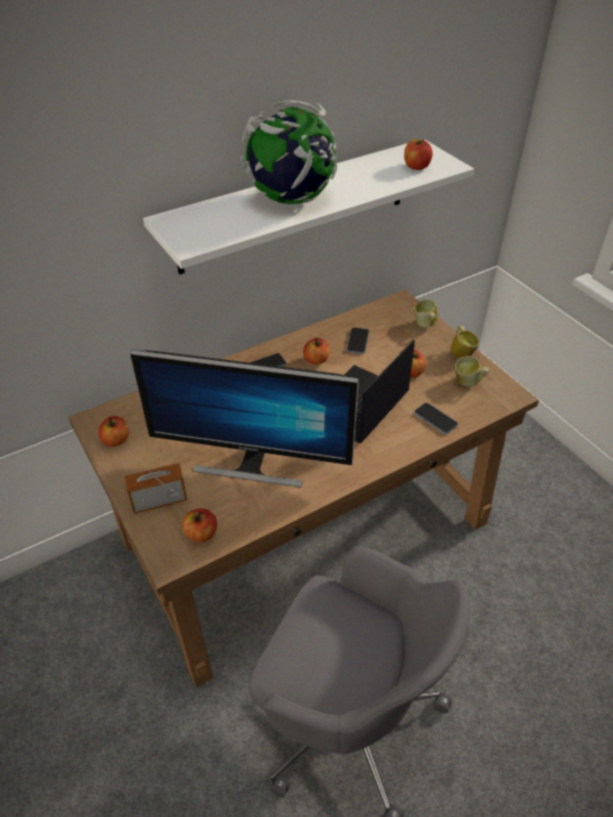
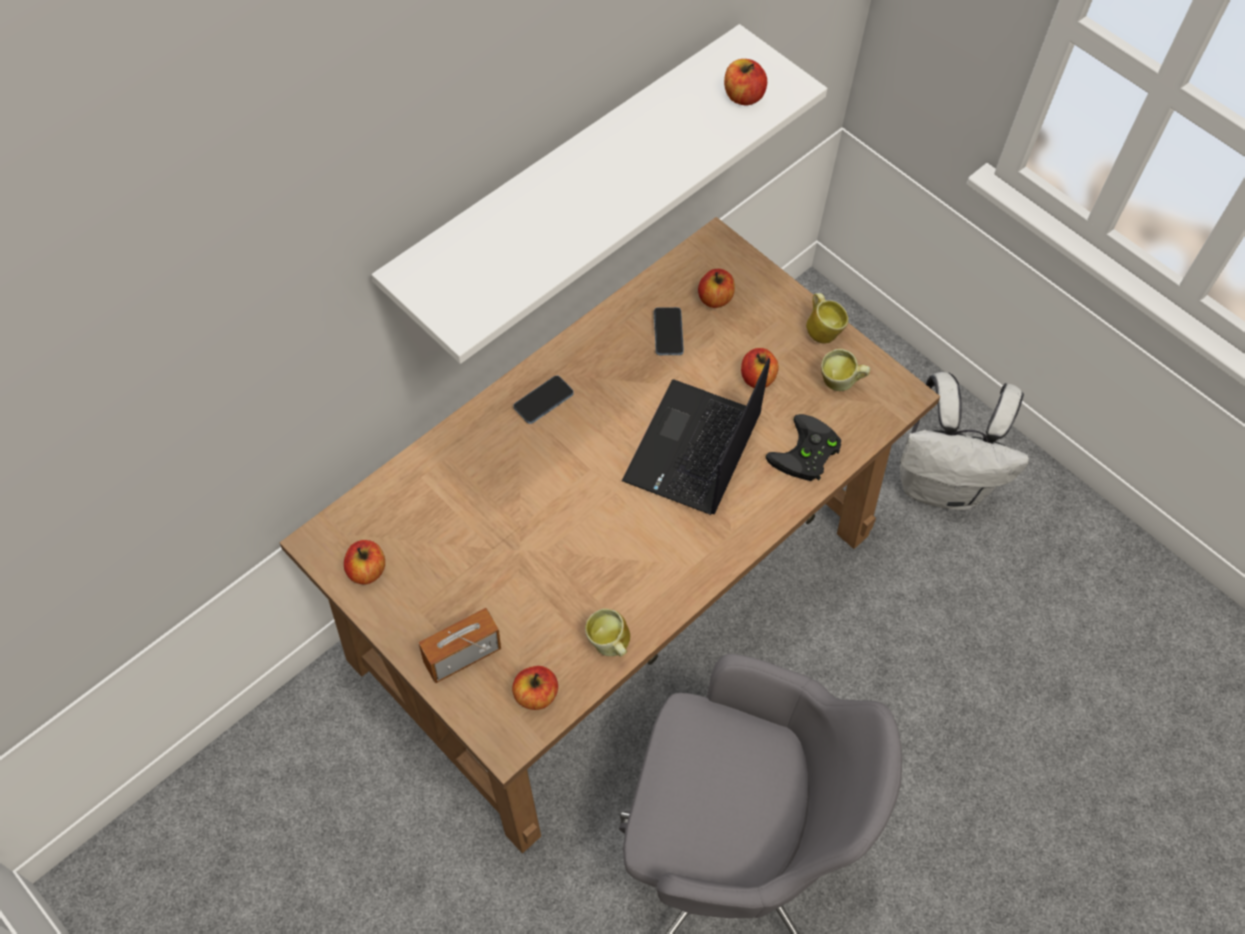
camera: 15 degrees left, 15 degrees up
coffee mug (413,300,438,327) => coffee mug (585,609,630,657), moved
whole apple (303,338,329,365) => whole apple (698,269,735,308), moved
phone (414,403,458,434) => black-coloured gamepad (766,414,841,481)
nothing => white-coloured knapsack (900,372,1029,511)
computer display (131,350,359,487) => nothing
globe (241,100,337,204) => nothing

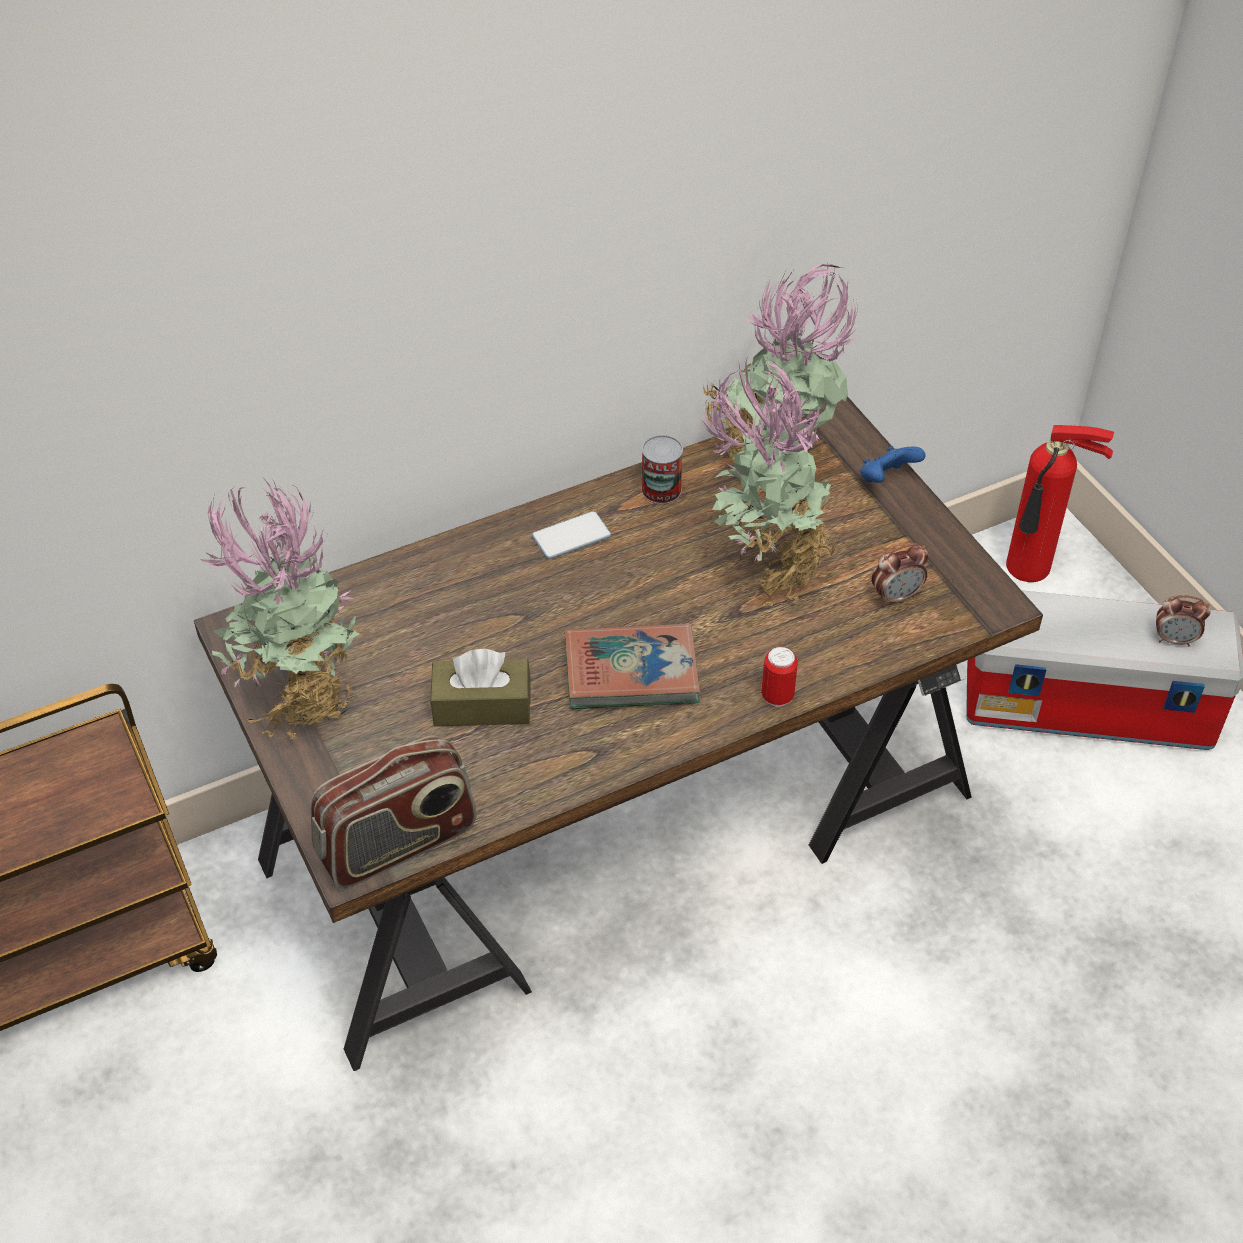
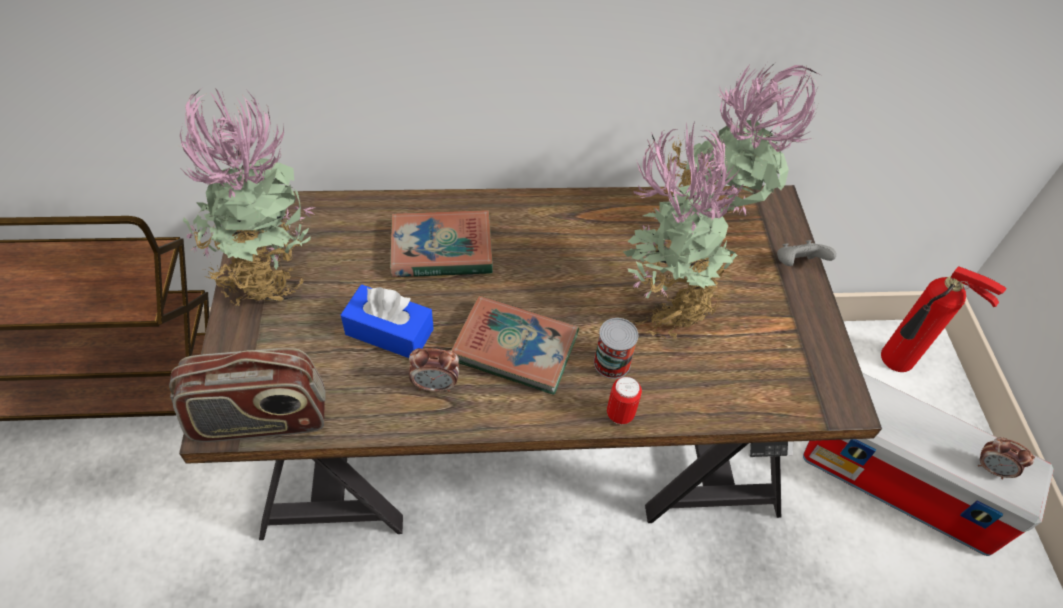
camera: 20 degrees right, 5 degrees up
brownish box of tissues (431,648,531,727) => bluish box of tissues (341,285,434,358)
nothing => bound book (390,210,493,277)
alarm clock (871,543,928,606) => alarm clock (409,348,459,392), moved
metal can (641,435,683,504) => metal can (594,318,638,379), moved
bluish gamepad (860,446,925,483) => greyish gamepad (777,240,836,266)
phone (532,511,611,559) => nothing

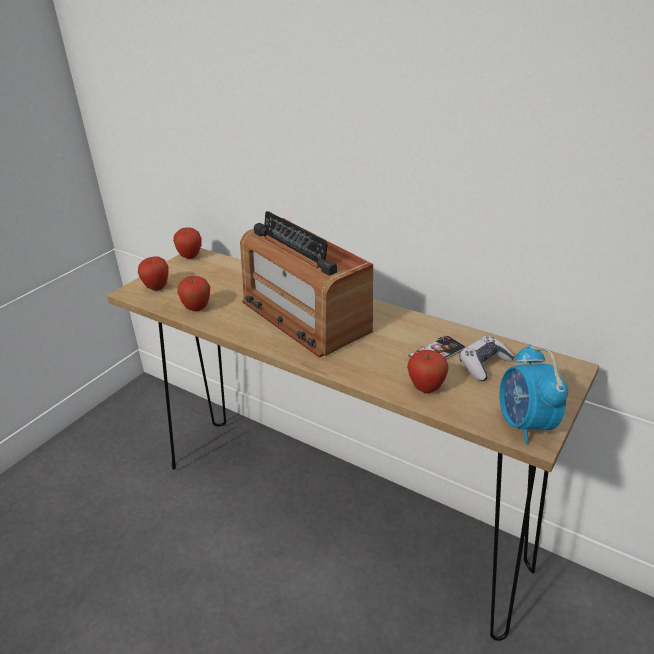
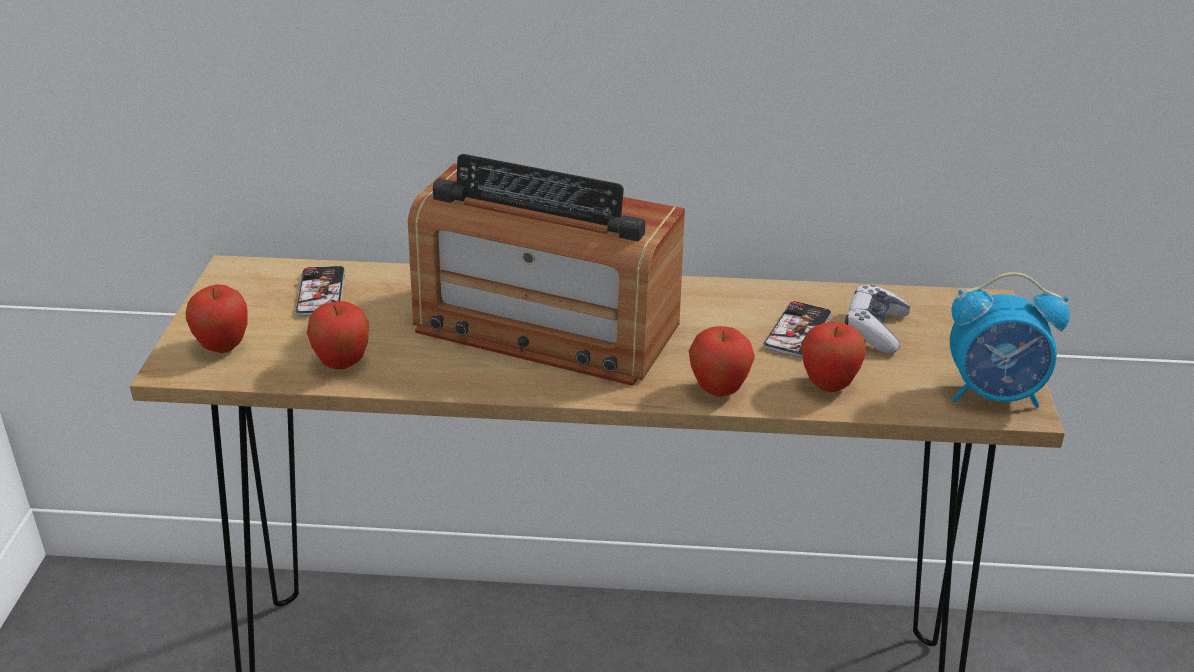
camera: 30 degrees left, 0 degrees up
nothing => phone (295,266,345,317)
whole apple (173,227,202,259) => whole apple (689,326,755,397), moved
alarm clock (499,344,568,444) => alarm clock (950,272,1070,408), 45 degrees counterclockwise

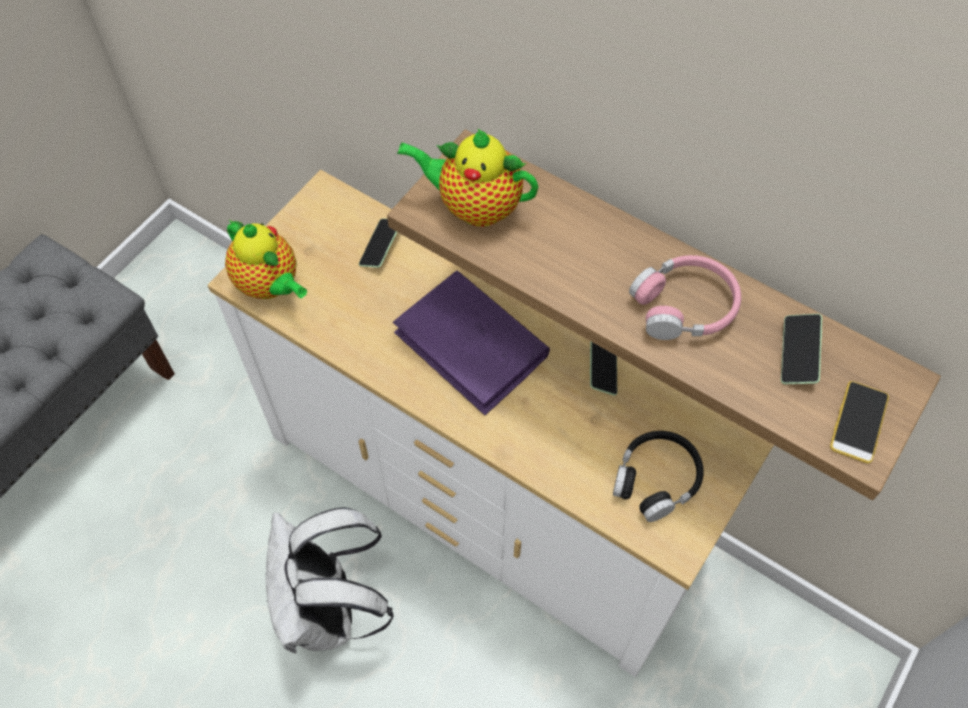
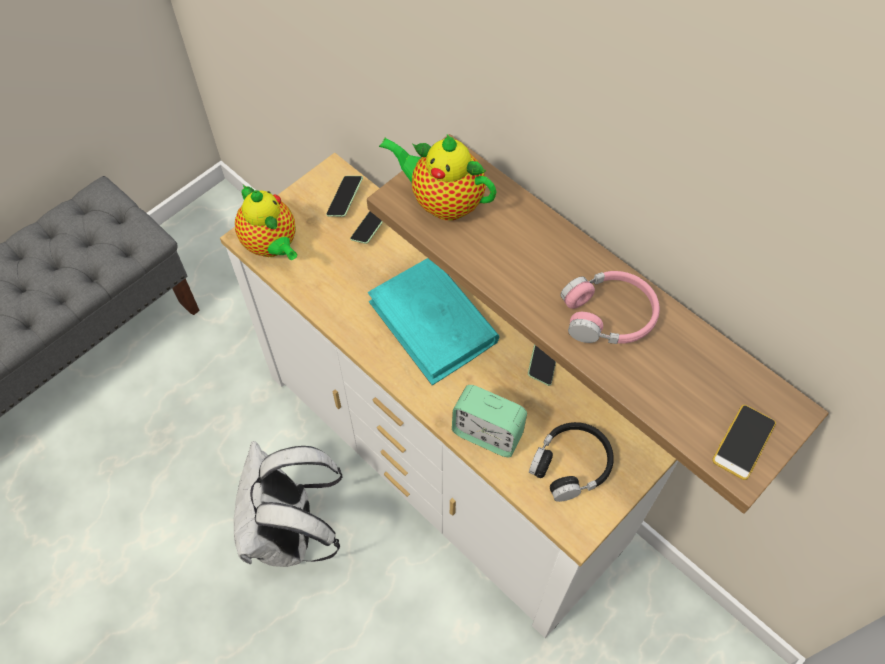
camera: 10 degrees right, 0 degrees up
phone (781,314,822,384) => phone (326,176,363,217), moved
purple-coloured bound book (393,271,550,416) => turquoise bound book (368,258,499,385)
nothing => alarm clock (452,385,527,457)

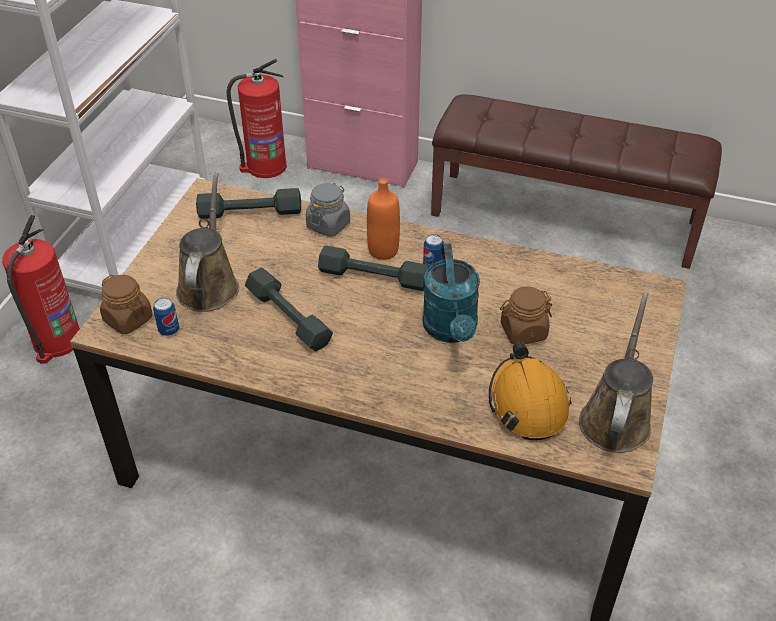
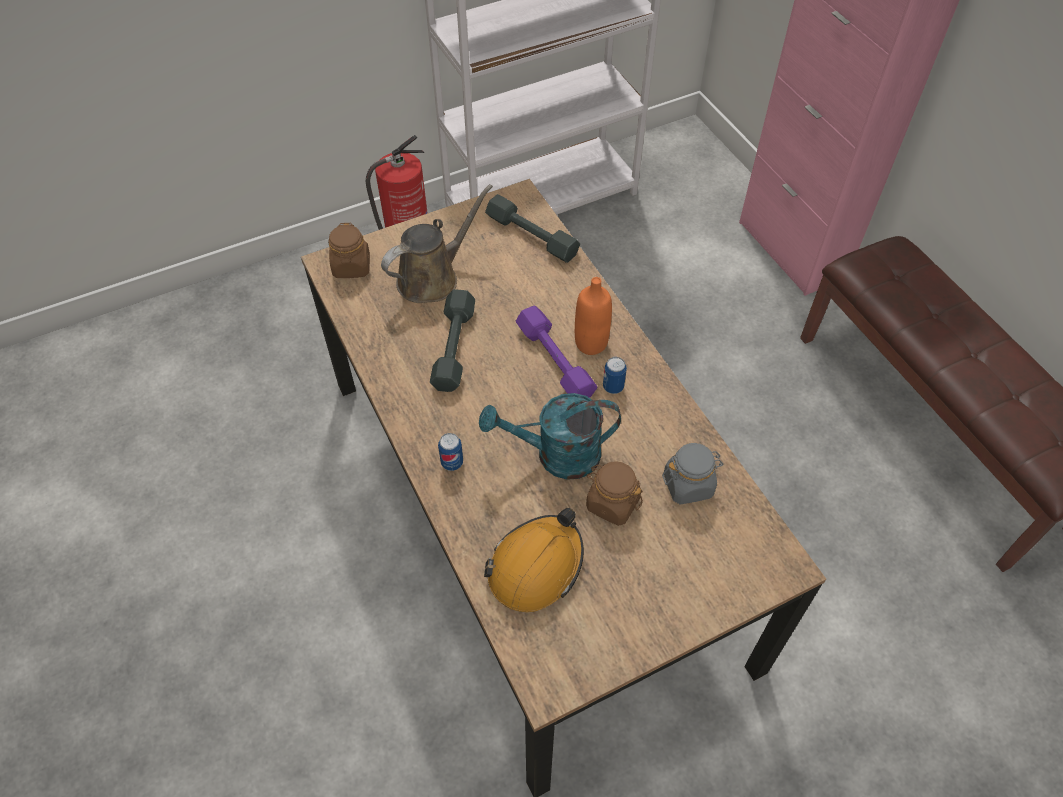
camera: 45 degrees right, 10 degrees up
metal can (153,297,179,336) => metal can (438,433,463,471), moved
turquoise watering can (422,243,480,343) => turquoise watering can (479,393,621,480), 45 degrees clockwise
greyish free weight (318,245,429,291) => purple-coloured free weight (516,305,597,398)
greyish preserve jar (306,183,350,237) => greyish preserve jar (662,443,724,505), moved
fire extinguisher (227,59,287,178) => nothing
brownish watering can (579,292,653,453) => nothing

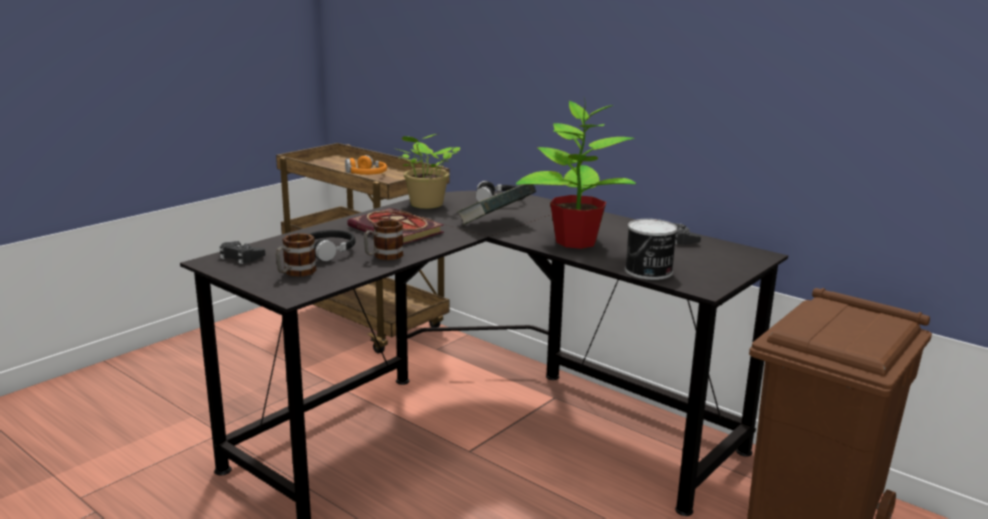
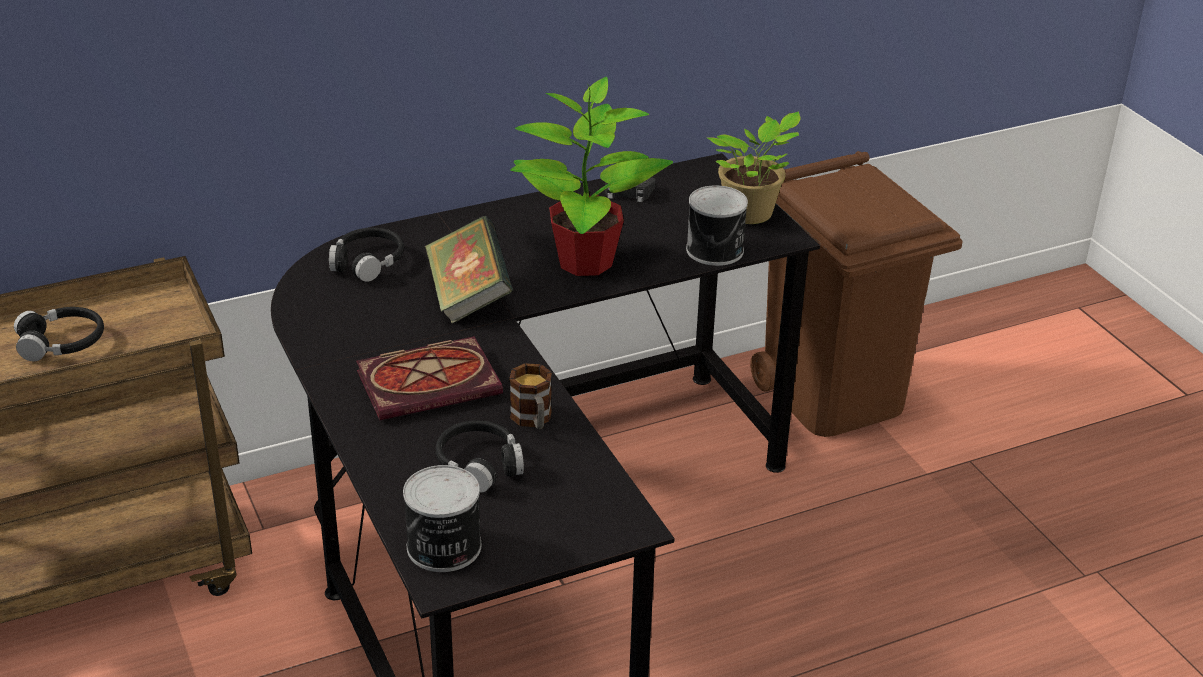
camera: 65 degrees left, 15 degrees up
orange headset (345,155,387,175) => black-coloured headset (14,307,104,361)
black-coloured gamepad (220,241,265,264) => metal can (403,465,481,572)
potted plant (397,134,460,209) => potted plant (708,112,801,224), moved
coffee mug (276,233,316,277) => nothing

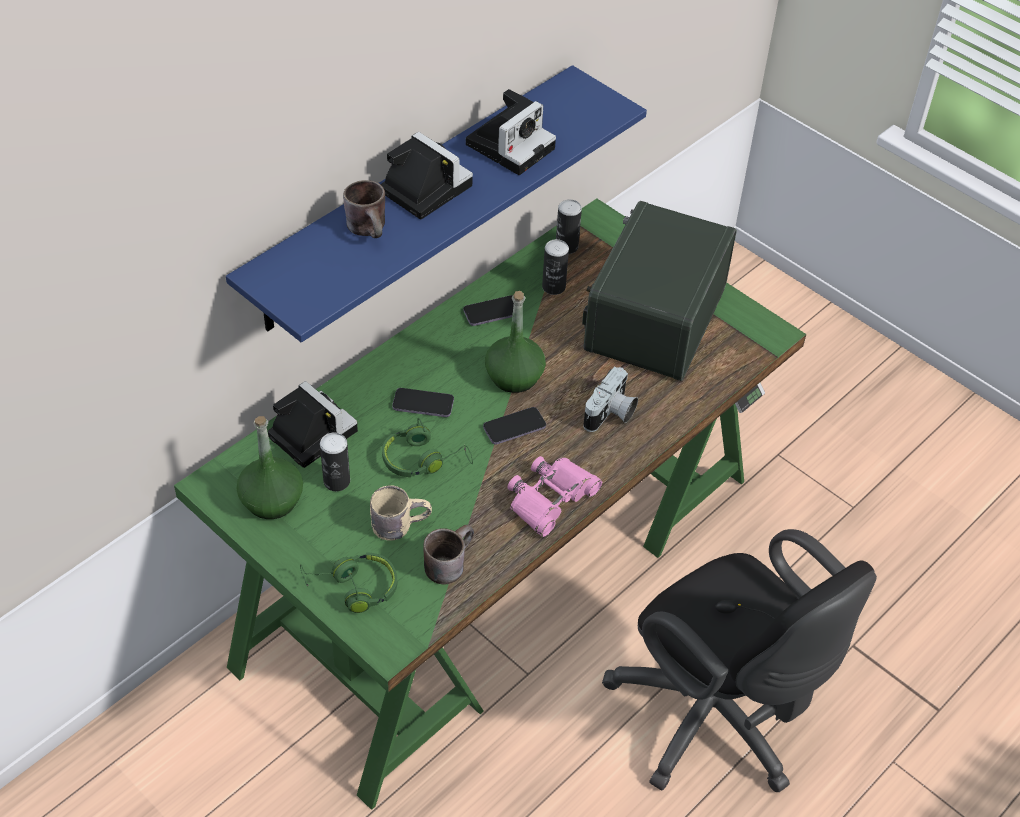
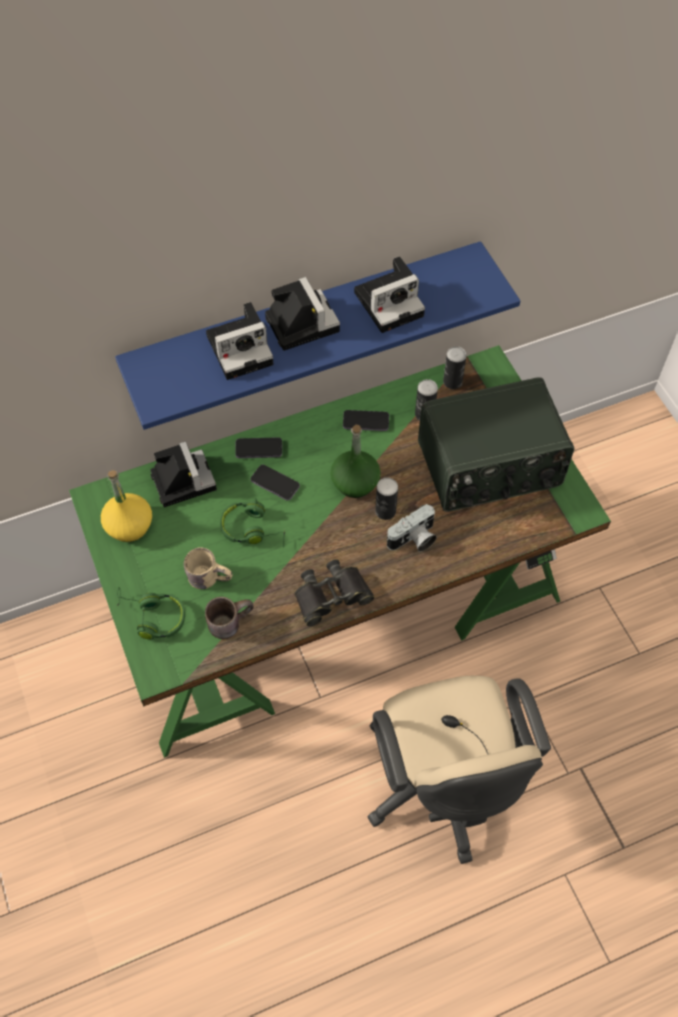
camera: 25 degrees right, 10 degrees up
greenish drink bottle (237,416,303,519) => yellow drink bottle (101,470,152,542)
brownish coffee mug (343,180,385,238) => photo camera (206,302,274,380)
phone (483,407,546,445) => phone (235,437,282,458), moved
pink binoculars (507,456,602,537) => black-coloured binoculars (294,559,374,626)
black-coloured office chair (602,529,877,792) => beige office chair (367,676,551,864)
metal can (320,432,350,491) => metal can (375,477,398,520), moved
radio set (582,201,737,381) => radio set (418,377,574,512), 150 degrees counterclockwise

